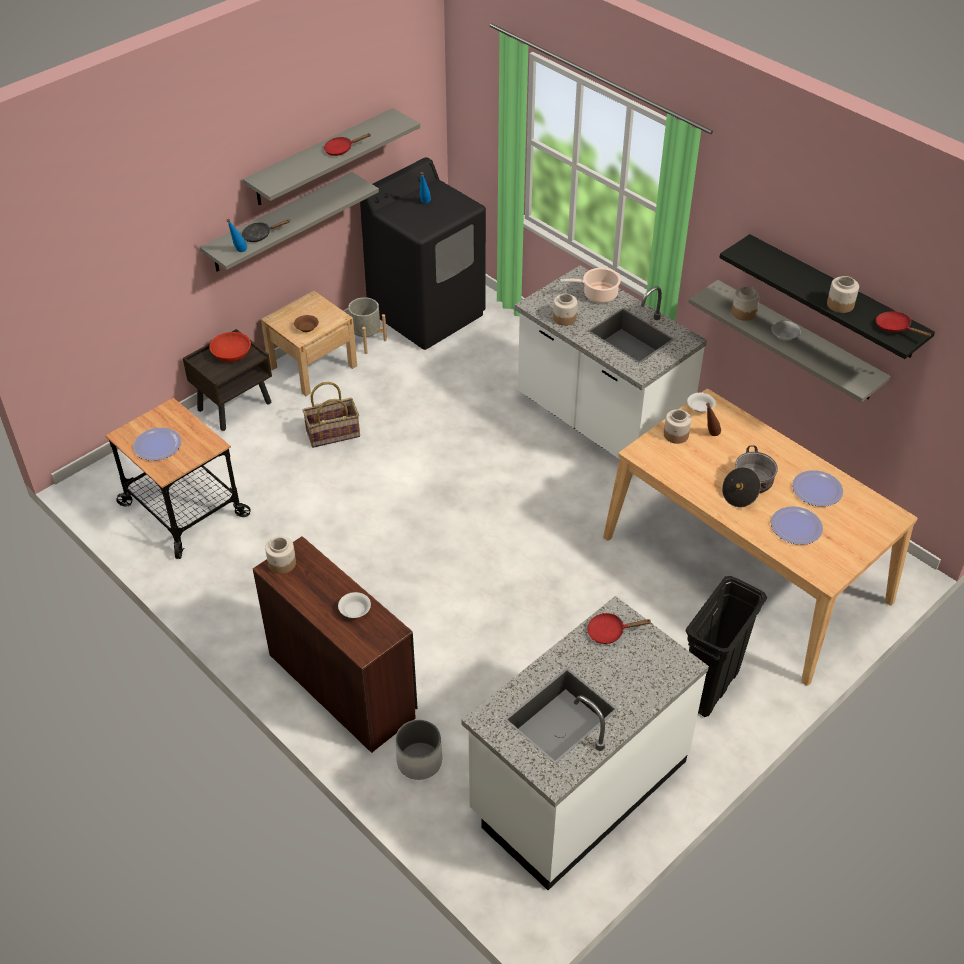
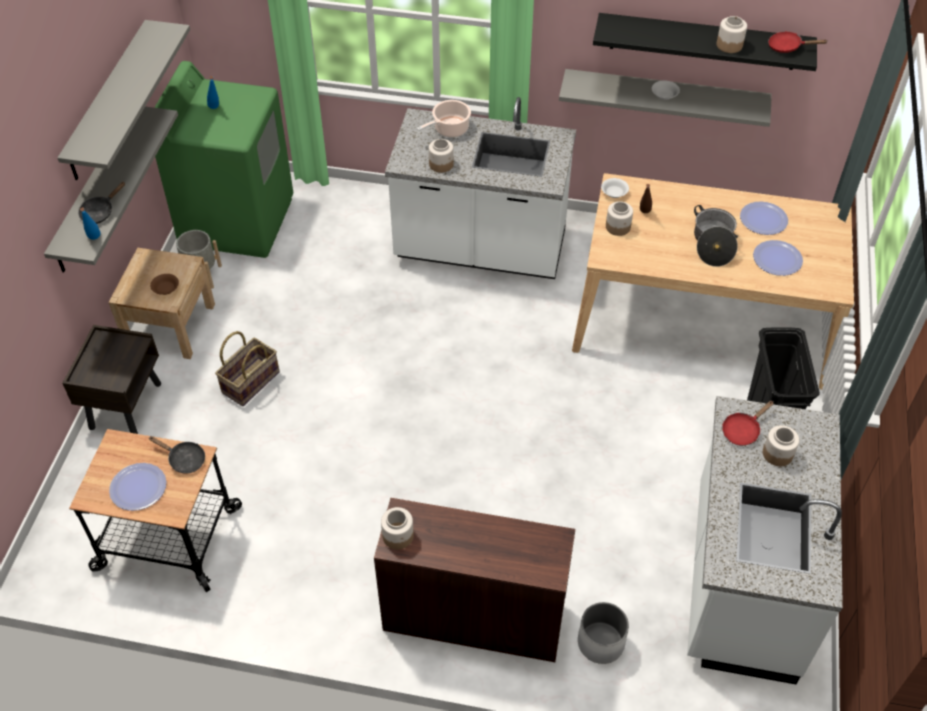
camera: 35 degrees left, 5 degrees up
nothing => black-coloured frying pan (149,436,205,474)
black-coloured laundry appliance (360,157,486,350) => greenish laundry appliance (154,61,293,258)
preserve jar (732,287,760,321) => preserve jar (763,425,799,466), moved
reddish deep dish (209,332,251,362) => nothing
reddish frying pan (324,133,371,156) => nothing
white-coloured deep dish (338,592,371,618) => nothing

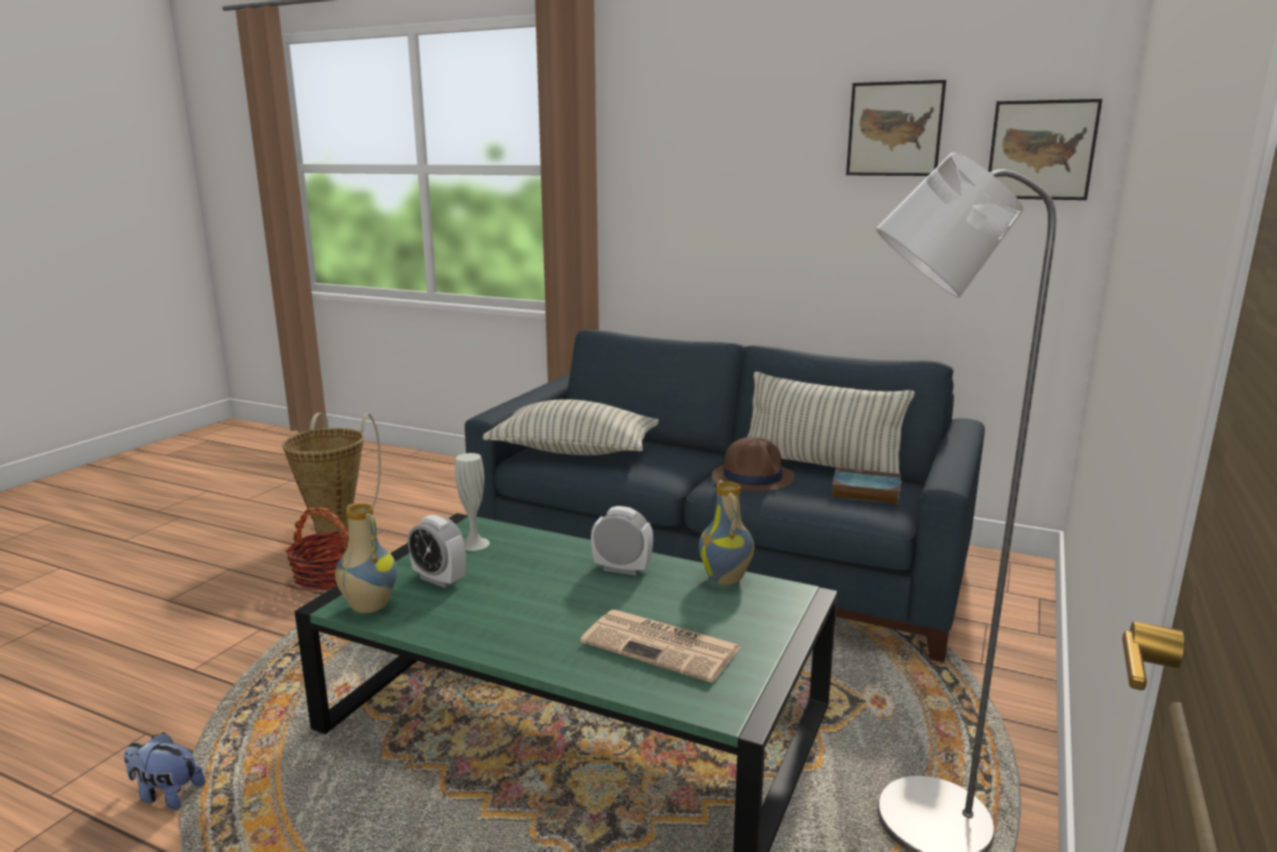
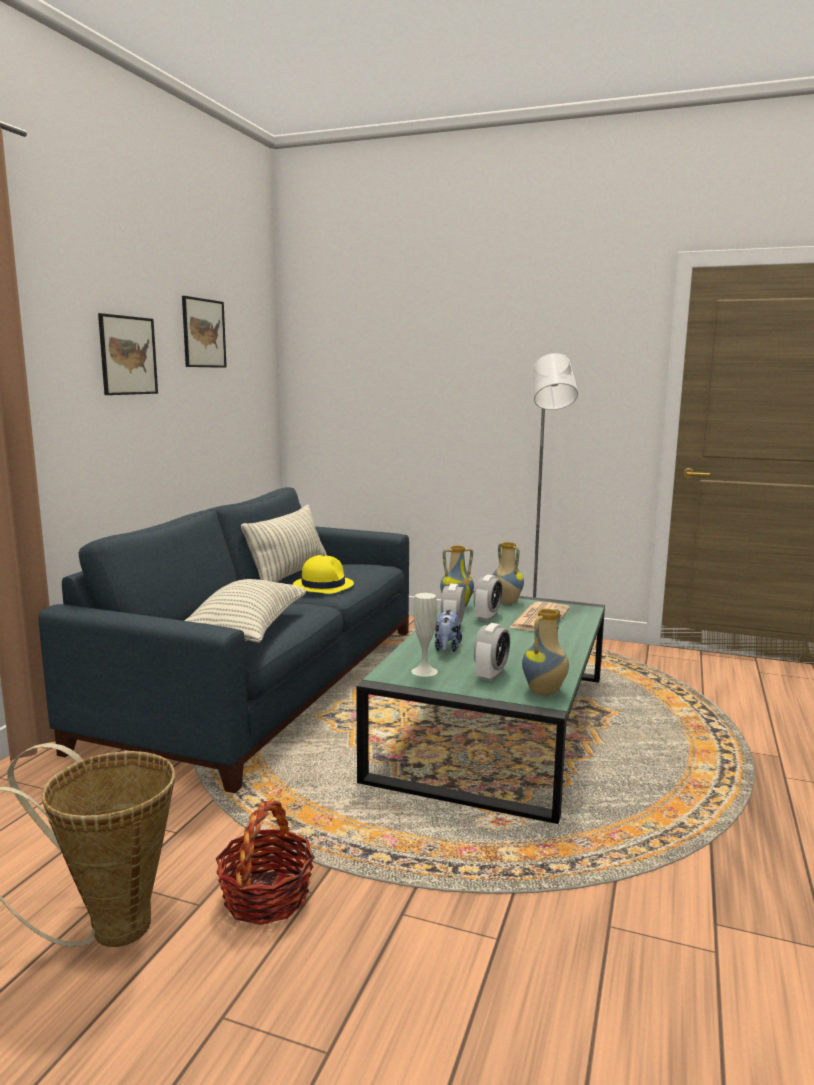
camera: 95 degrees left, 5 degrees down
picture (988,99,1102,200) => picture (98,313,158,395), moved
brownish wearable hat (712,437,795,491) => yellow wearable hat (293,555,354,594)
cuddly toy (124,732,205,810) => cuddly toy (435,610,462,652), moved
nothing => alarm clock (474,575,503,622)
nothing => vase (492,542,524,604)
bound book (831,468,901,504) => nothing

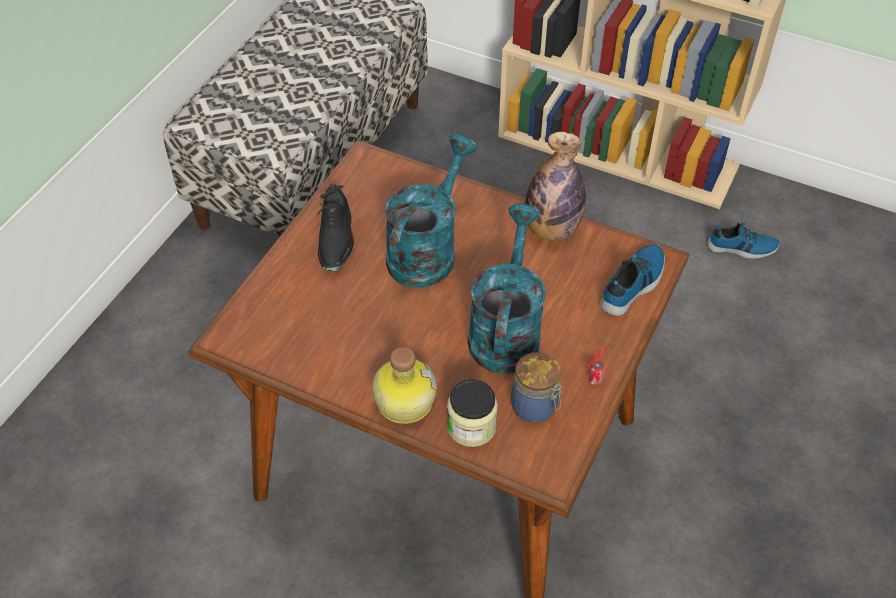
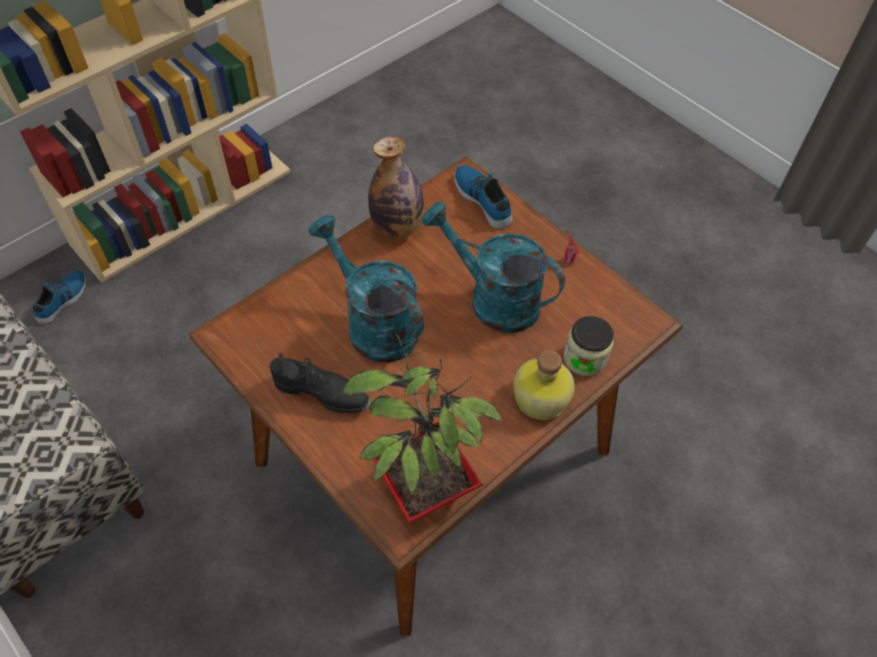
camera: 70 degrees left, 5 degrees up
shoe (707,221,780,259) => shoe (32,270,86,324), moved
nothing => potted plant (344,333,502,524)
preserve jar (511,352,562,423) => nothing

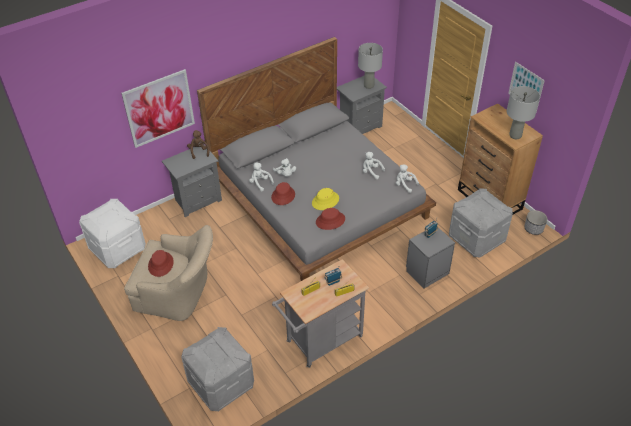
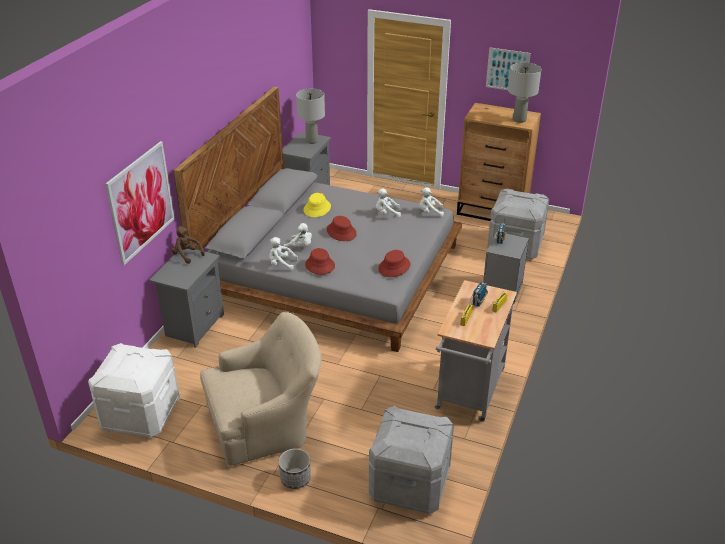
camera: 35 degrees left, 10 degrees down
planter (524,210,547,235) => planter (278,448,311,489), moved
yellow wearable hat (312,188,339,210) => yellow wearable hat (304,193,331,217), moved
reddish wearable hat (148,250,174,277) => reddish wearable hat (327,216,357,241), moved

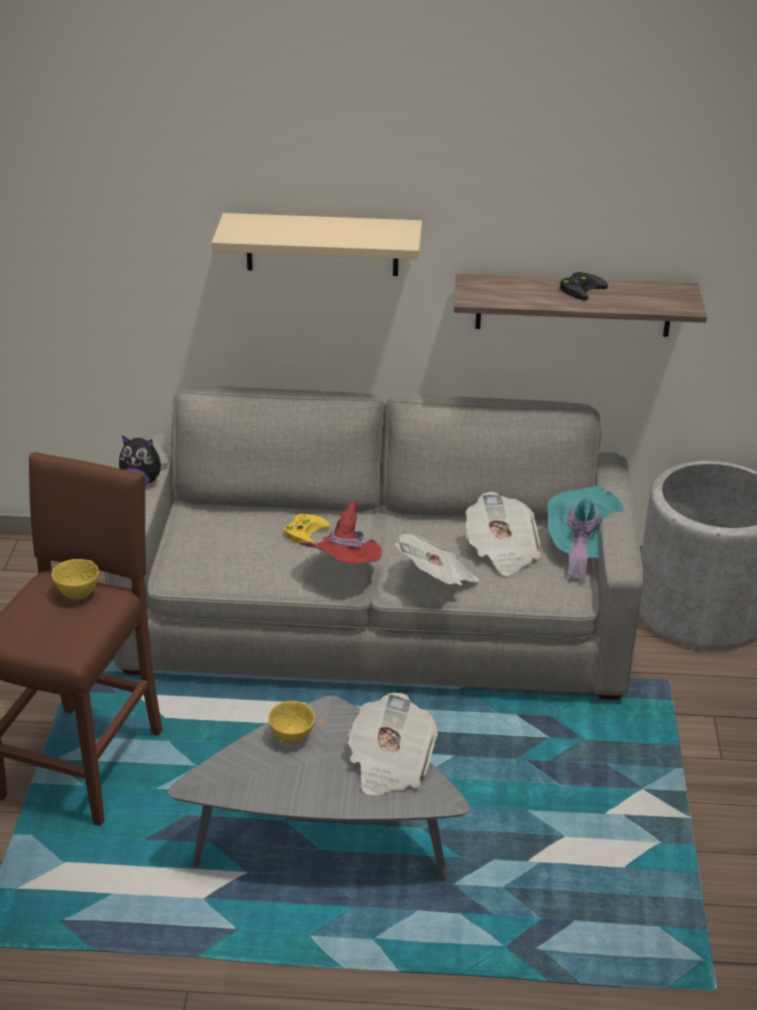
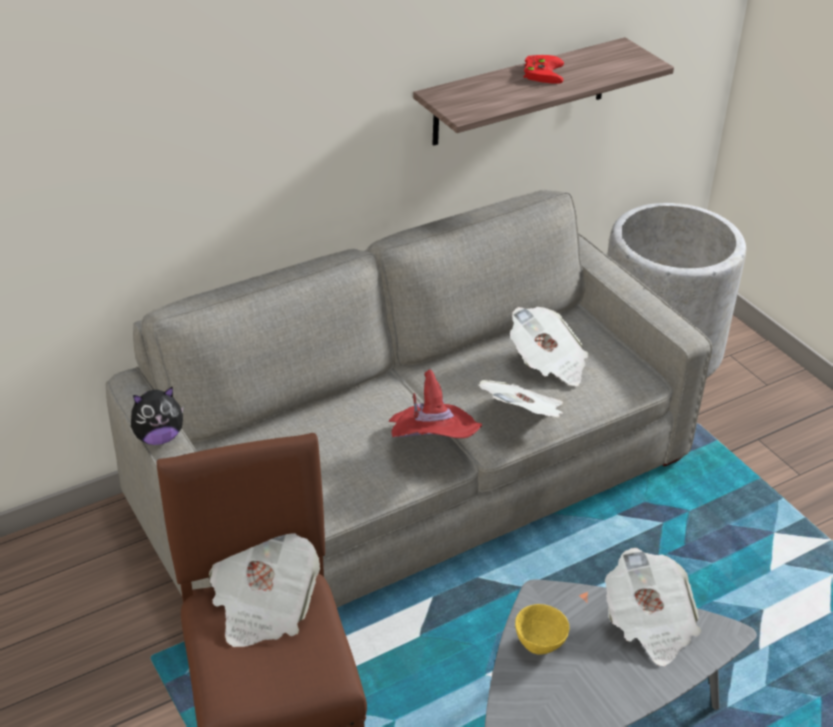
camera: 35 degrees left, 5 degrees up
yellow deep dish (52,559,99,600) => newspaper (209,533,320,647)
black-coloured gamepad (559,272,608,300) => reddish gamepad (524,55,564,84)
beige shelf (211,213,422,276) => nothing
yellow gamepad (284,514,330,544) => nothing
turquoise wearable hat (547,485,624,584) => nothing

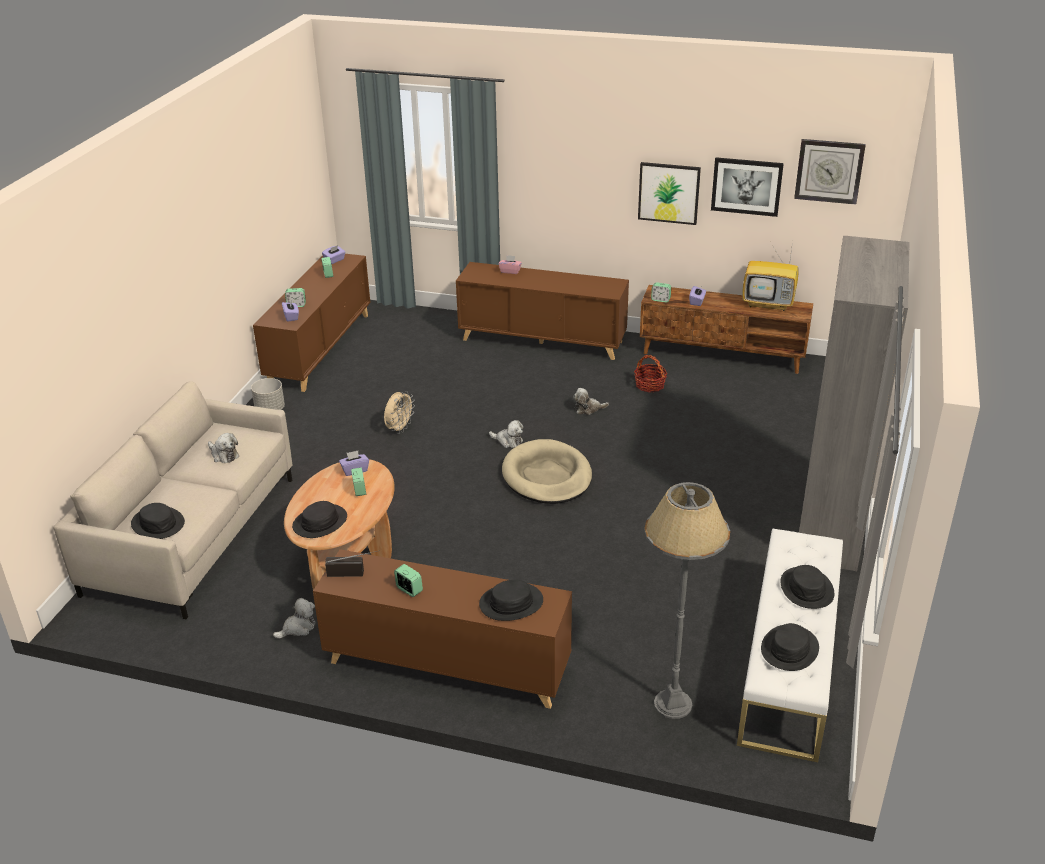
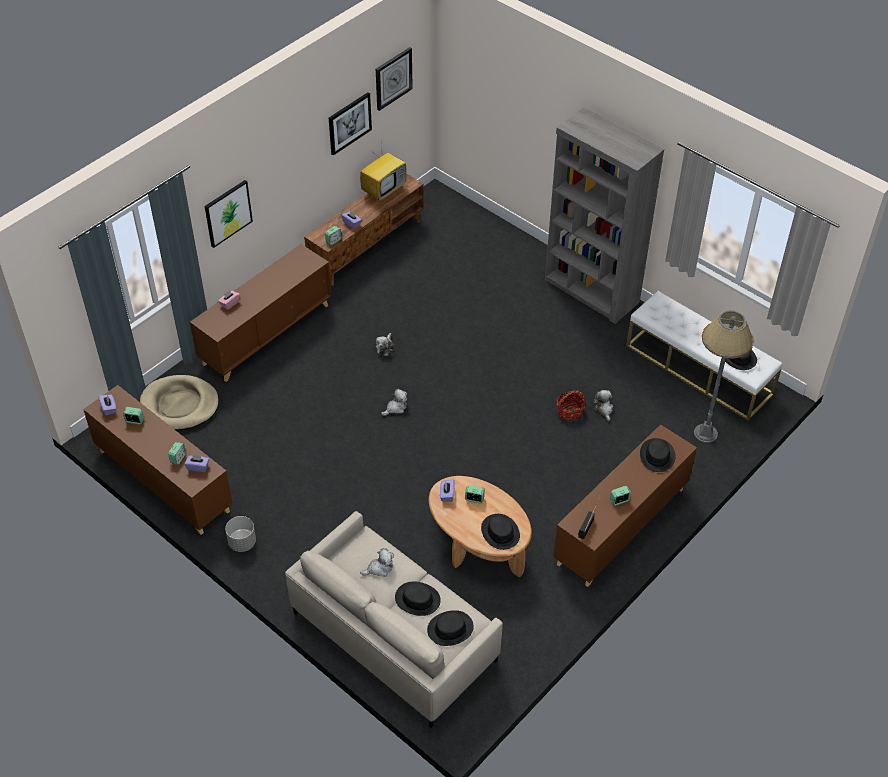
camera: 65 degrees left, 15 degrees up
beige dog bed (502,439,592,504) => beige dog bed (140,375,219,430), moved
picture (638,162,701,225) => picture (205,180,253,248), moved
black-coloured wearable hat (780,565,834,609) => black-coloured wearable hat (395,582,441,616), moved
basket (634,355,668,392) => basket (556,390,585,421), moved
cuddly toy (273,598,316,639) => cuddly toy (593,390,613,422), moved
beige fan (384,391,415,434) => nothing

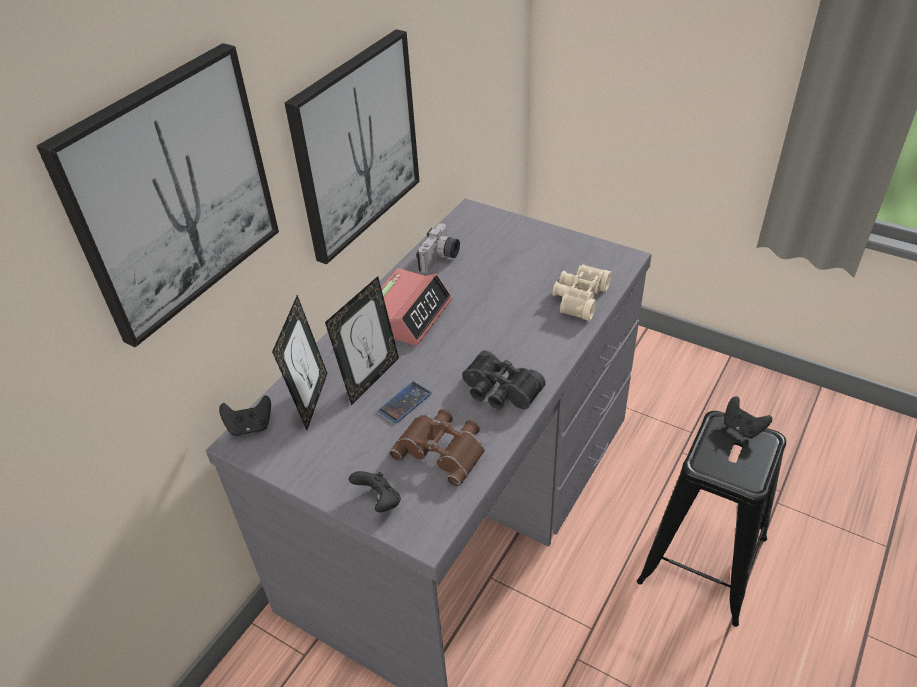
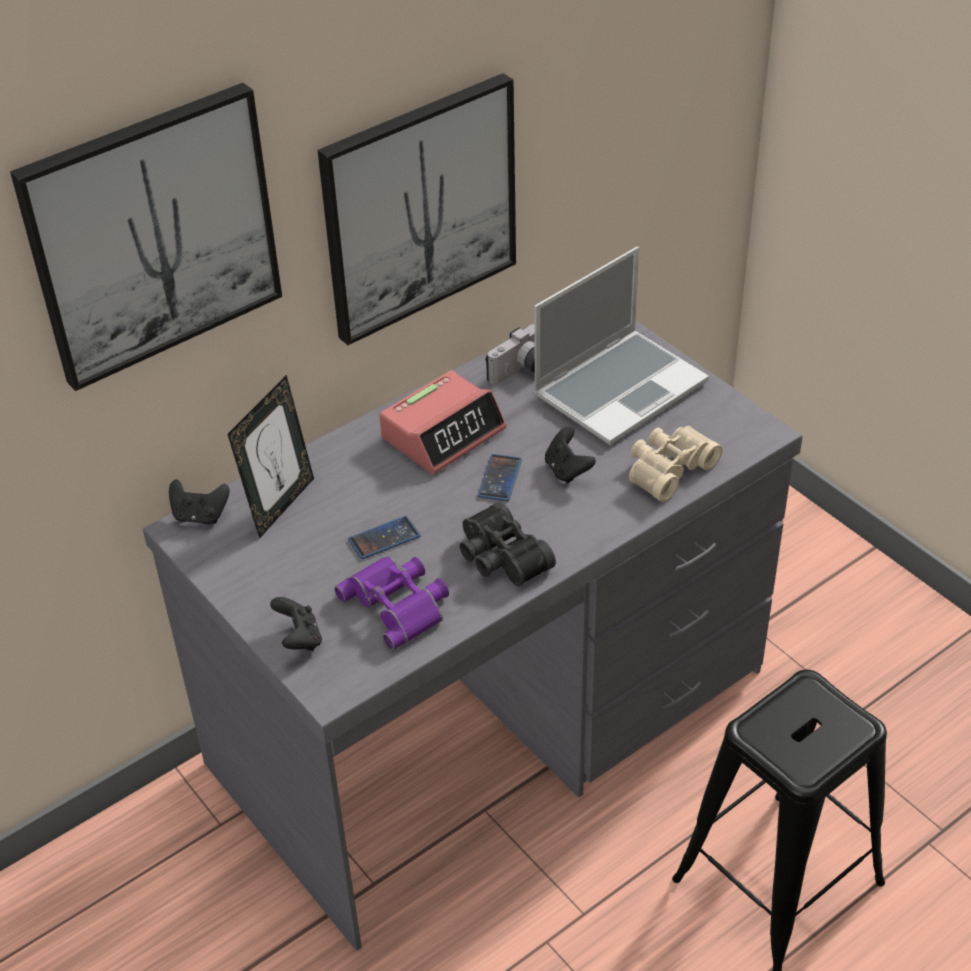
camera: 20 degrees right, 0 degrees up
brownish binoculars (389,409,485,487) => purple-coloured binoculars (334,556,449,650)
nothing => phone (478,454,522,502)
nothing => laptop (534,247,709,445)
black-coloured gamepad (724,396,772,439) => black-coloured gamepad (545,427,596,483), moved
photo frame (325,276,399,406) => nothing

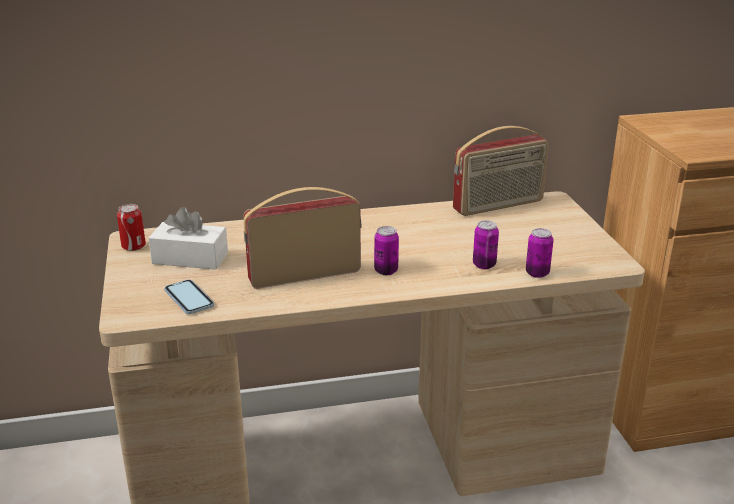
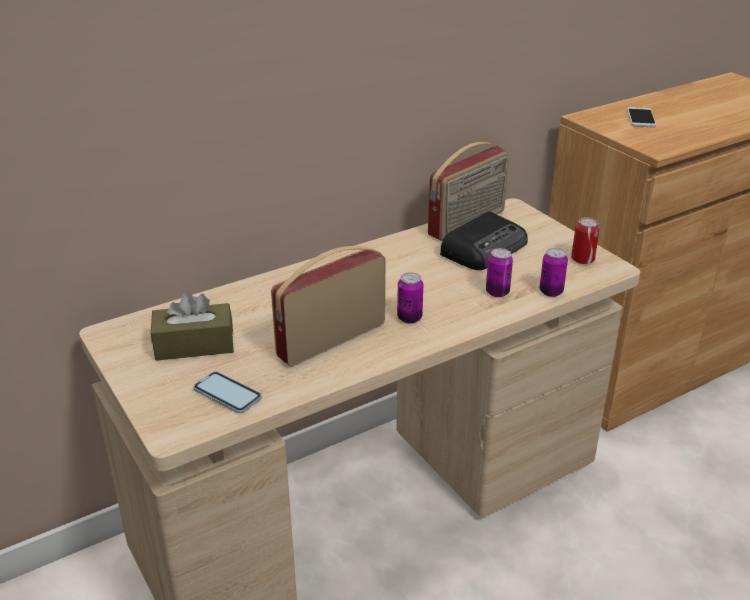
camera: 20 degrees left, 5 degrees up
white-coloured box of tissues (148,207,228,270) => brownish box of tissues (151,291,234,361)
nothing => radio set (440,211,528,270)
metal can (117,204,146,251) => metal can (571,217,600,264), moved
nothing => phone (627,107,656,127)

